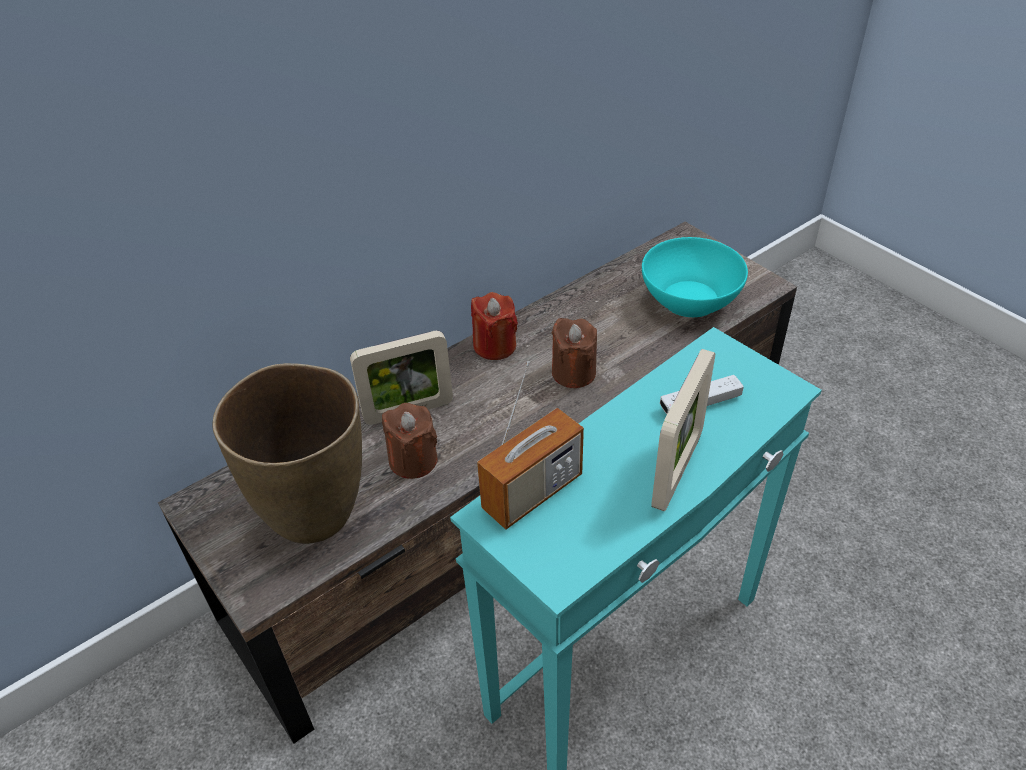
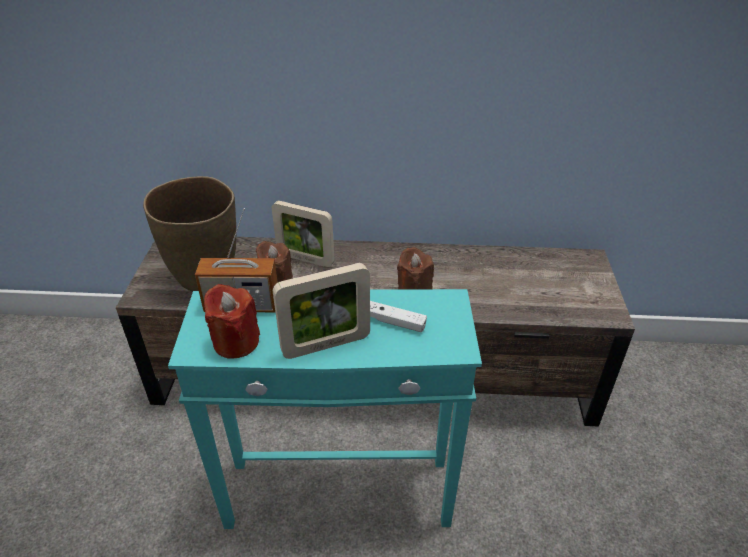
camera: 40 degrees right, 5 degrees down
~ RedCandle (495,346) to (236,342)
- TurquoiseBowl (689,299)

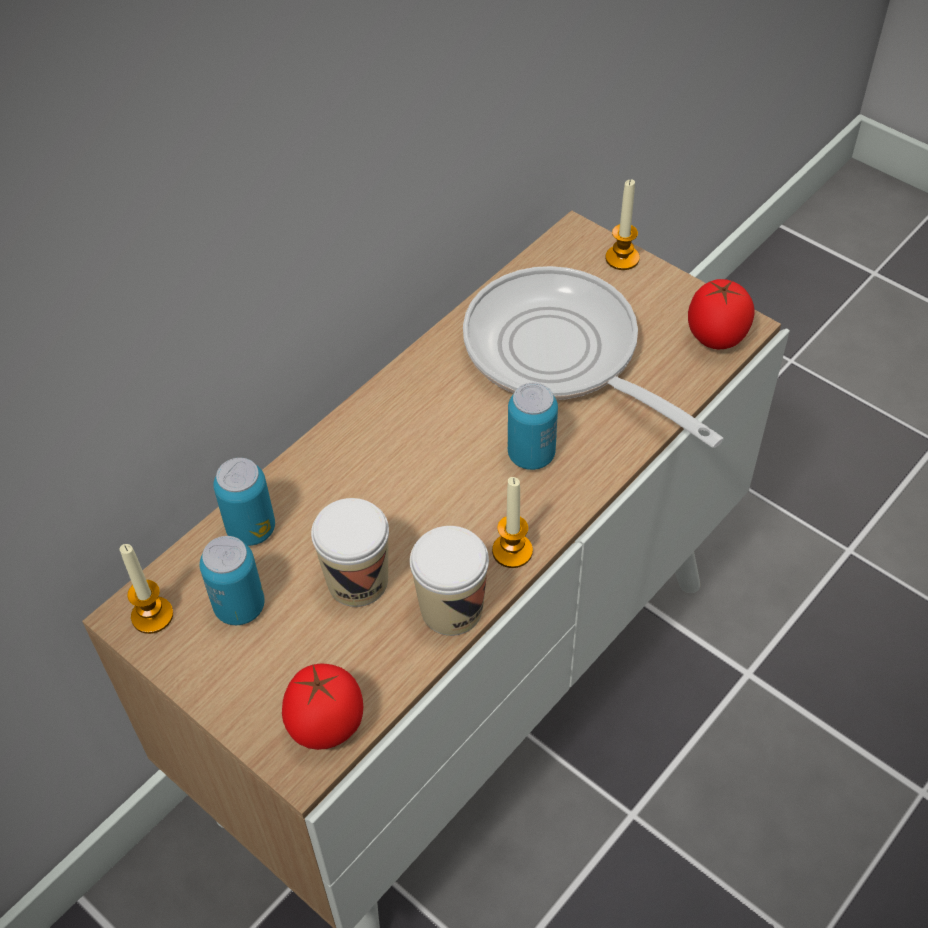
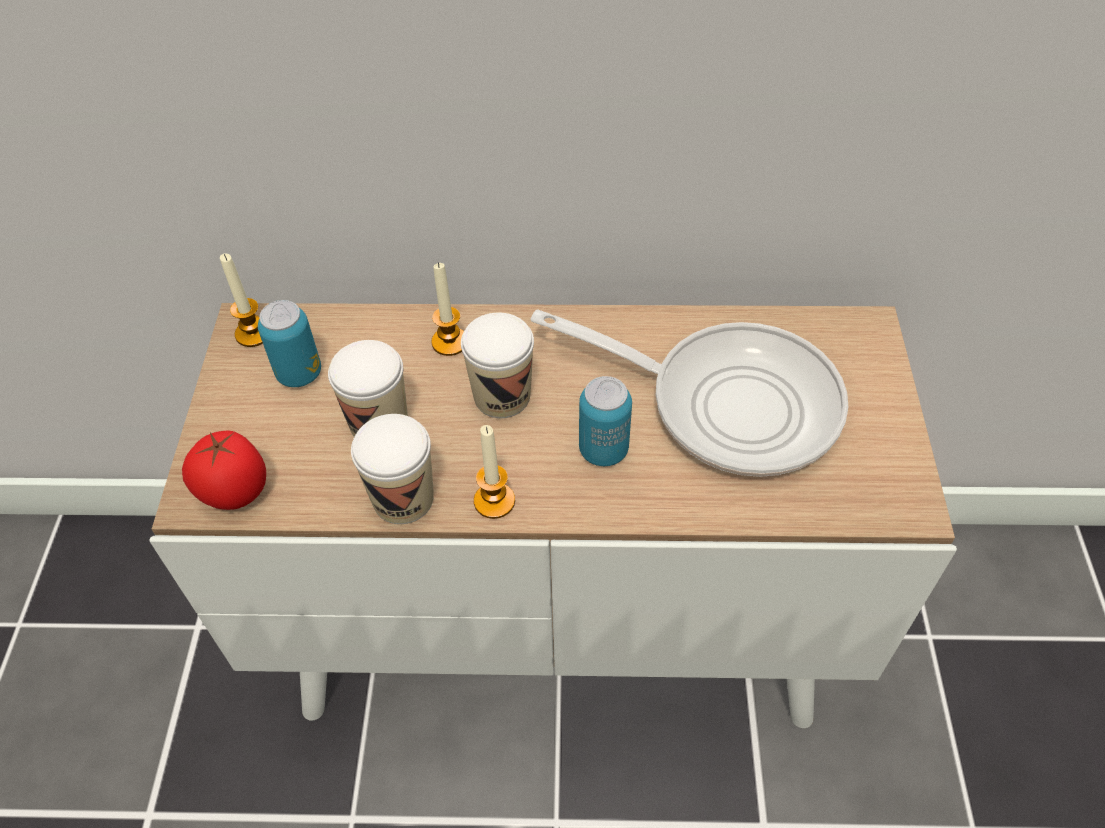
camera: 50 degrees right, 0 degrees up
~ Candle (622,258) to (450,342)
+ Cup (502,396)
~ FryingPan (561,356) = (728,402) 105 degrees clockwise
- Can (251,529)
- Tomato (716,339)

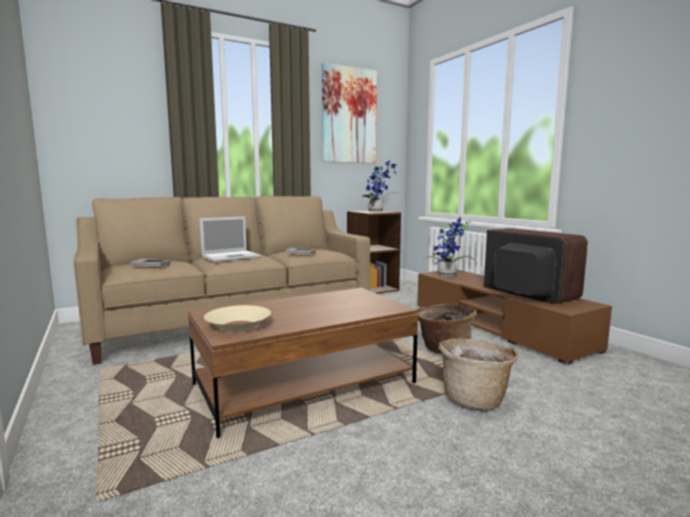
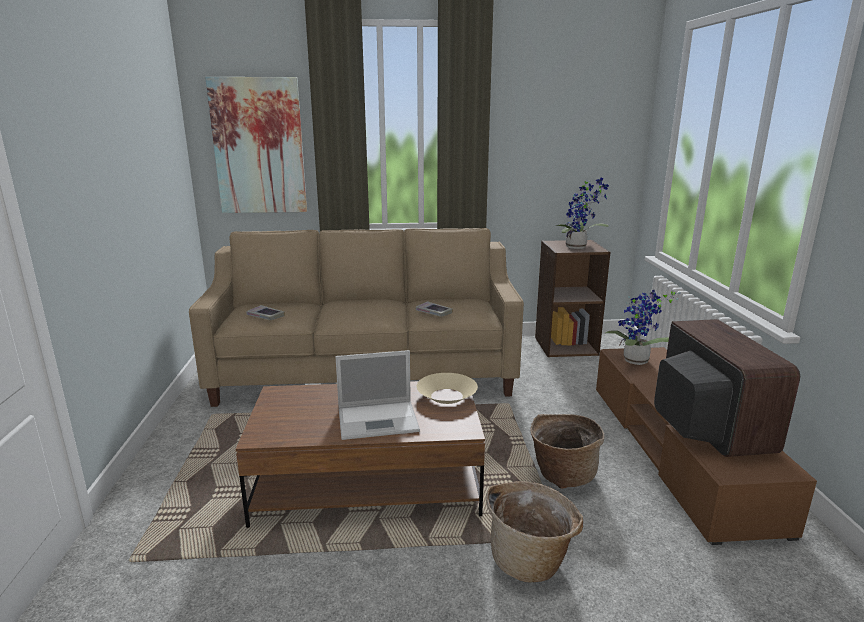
camera: 25 degrees right, 10 degrees up
~ Picture (349,115) to (259,147)
~ Laptop (232,256) to (379,419)
~ BeigeBowl (238,326) to (446,396)

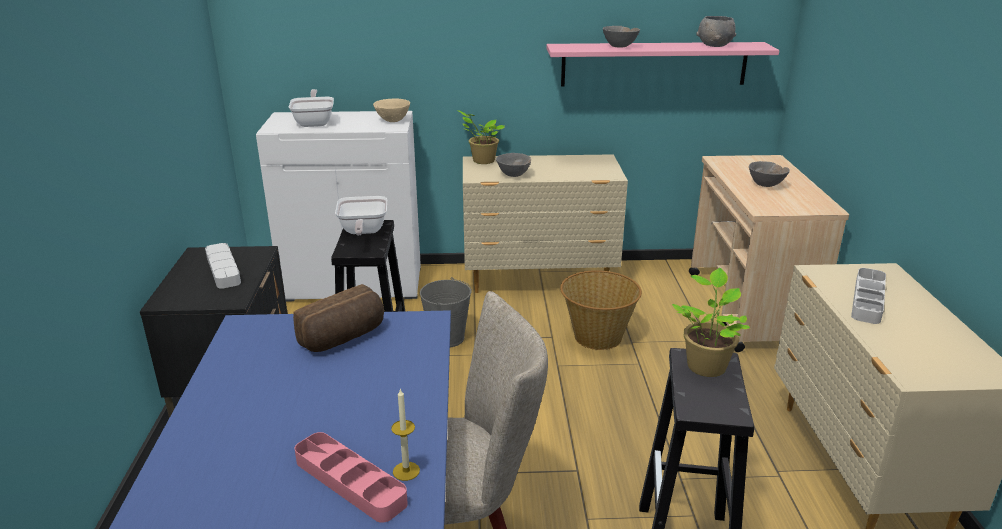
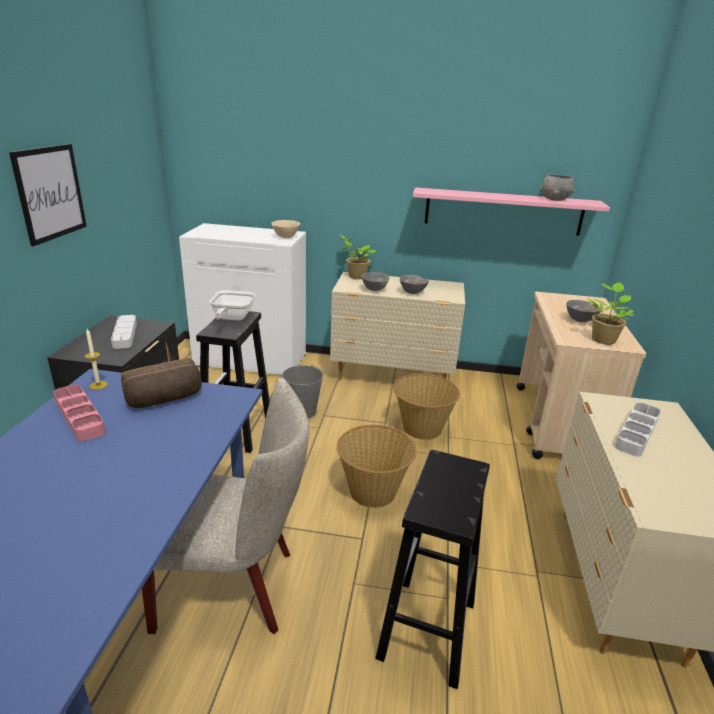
camera: 10 degrees right, 0 degrees up
+ Picture (50,193)
~ PinkTray (350,481) to (79,416)
~ Candle (406,471) to (98,385)
+ Basket (373,491)
~ GreyBowl (620,47) to (412,292)
~ PottedPlant (706,365) to (603,339)
- FryingPan (314,122)

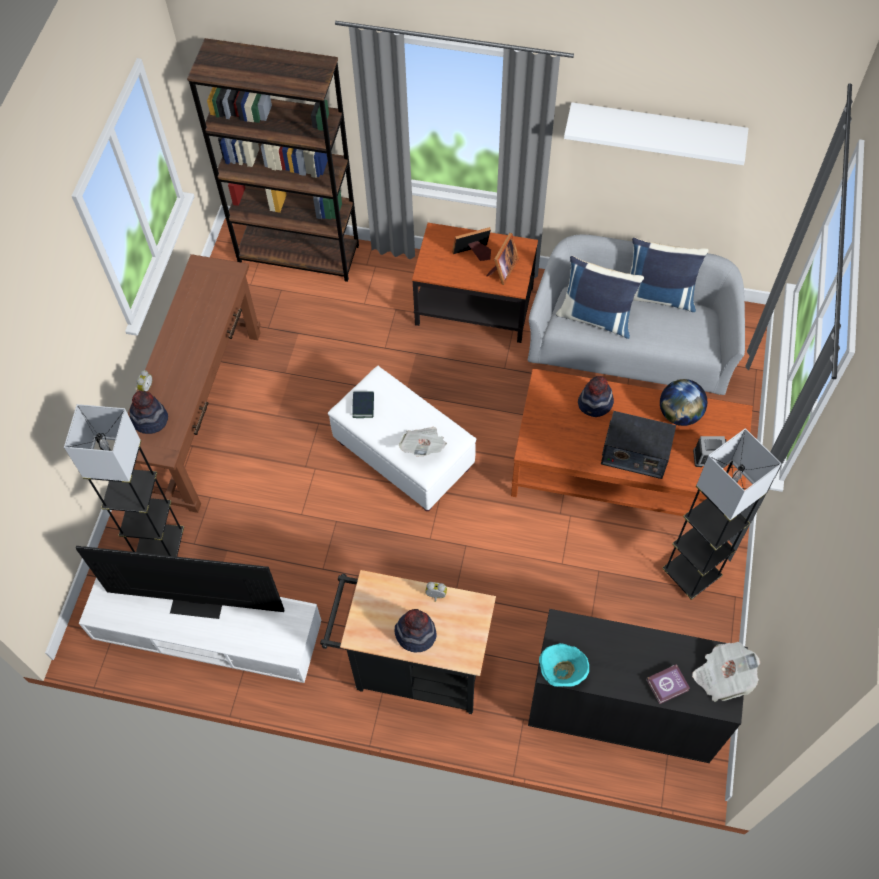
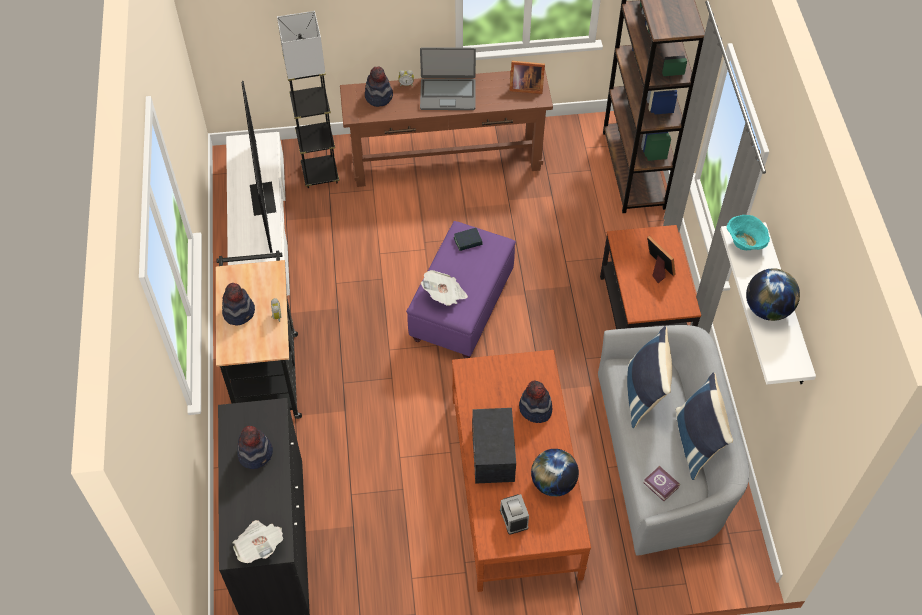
camera: 70 degrees right, 5 degrees down
+ Hat (256,453)
~ WhiteOttoman (404,456) to PurpleOttoman (461,308)
+ Laptop (448,94)
~ PictureFrame (502,270) to (525,86)
~ Book (668,685) to (661,486)
~ TurquoiseBowl (562,671) to (745,243)
+ Globe (767,309)
- GreyFloorLamp (691,574)

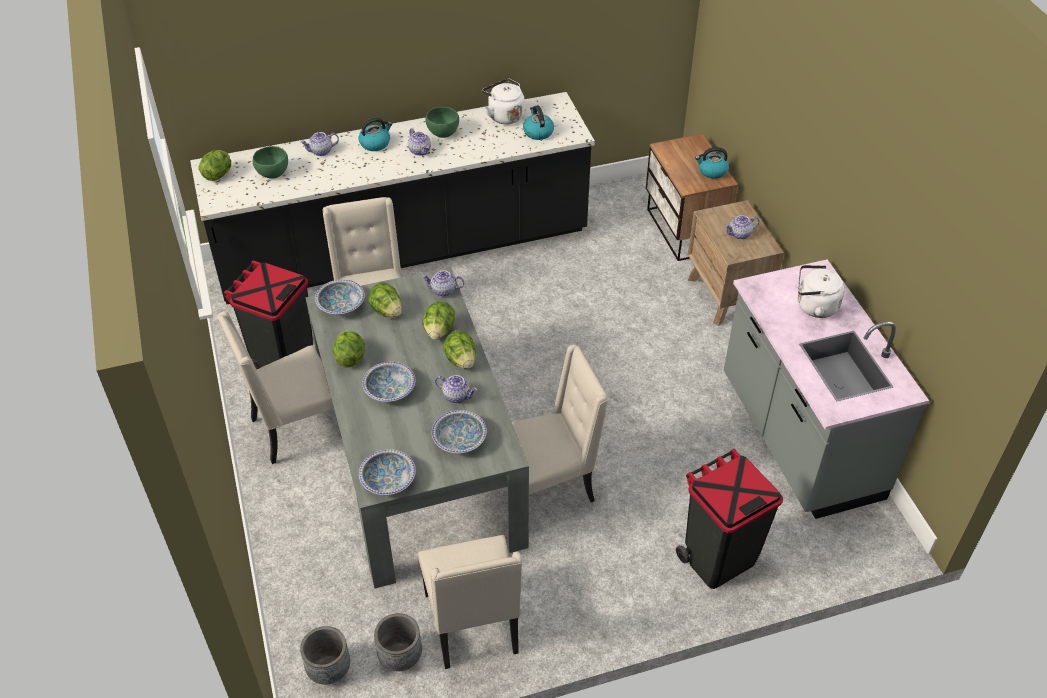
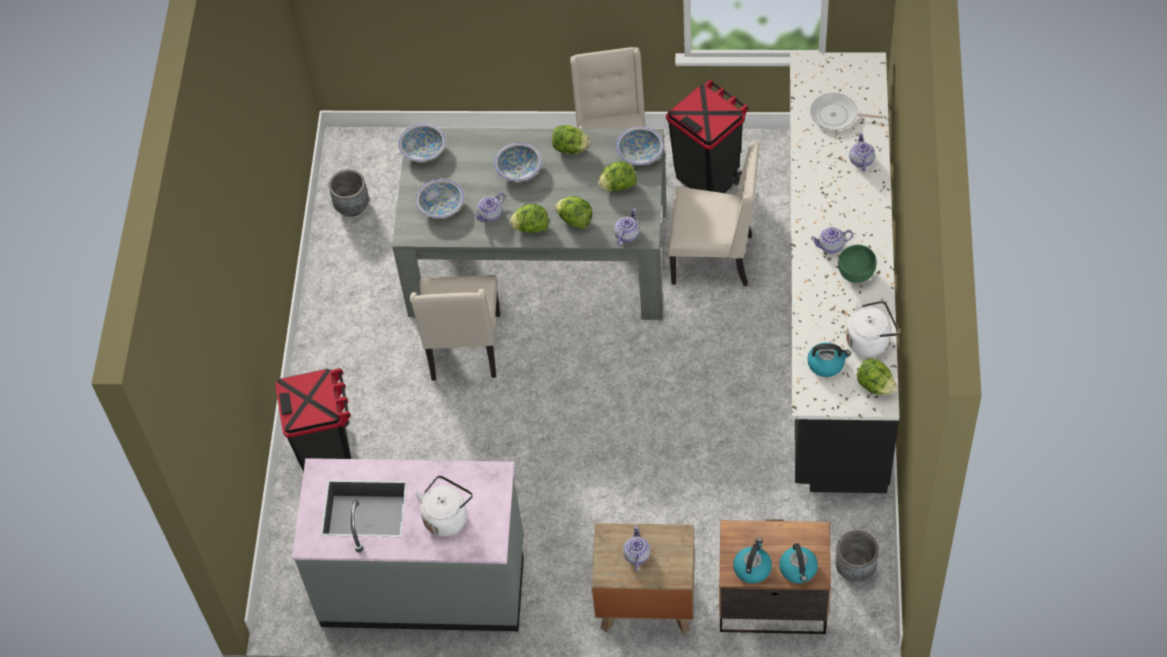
camera: 115 degrees right, 10 degrees up
~ Kettle (375,143) to (798,569)
~ GreenBowl (273,173) to FryingPan (837,115)
~ GreyPlanter (329,669) to (855,568)
~ Lettuce (218,174) to (875,385)
- BeigeChair (473,625)

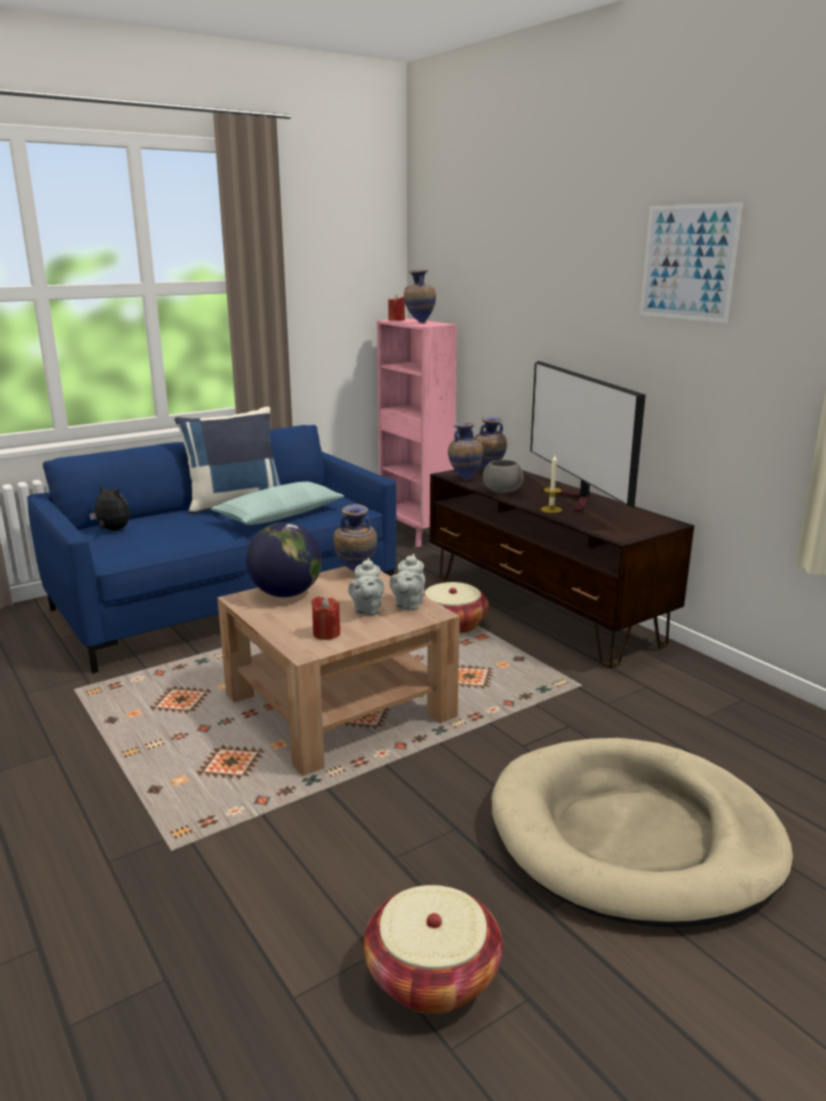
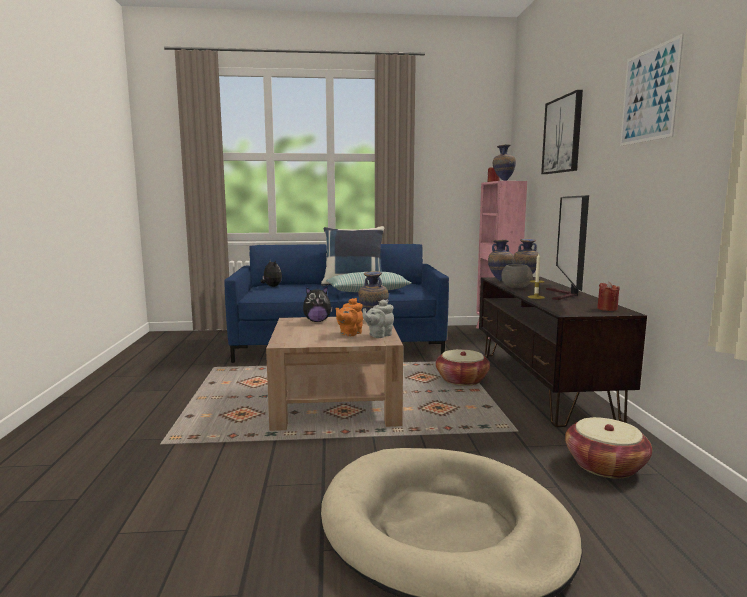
camera: 30 degrees right, 10 degrees down
~ Globe (286,593) to PlushToy (317,321)
~ GreyTeapot (367,610) to OrangeTeapot (349,334)
+ Picture (563,135)
~ Basket (432,975) to (605,465)
~ RedCandle (326,633) to (607,309)

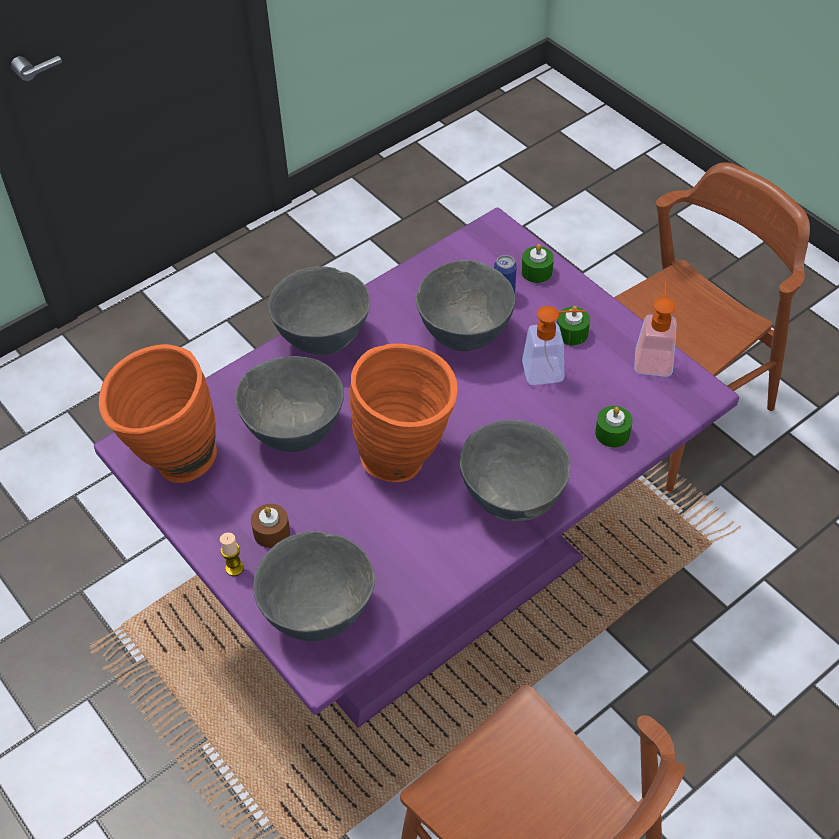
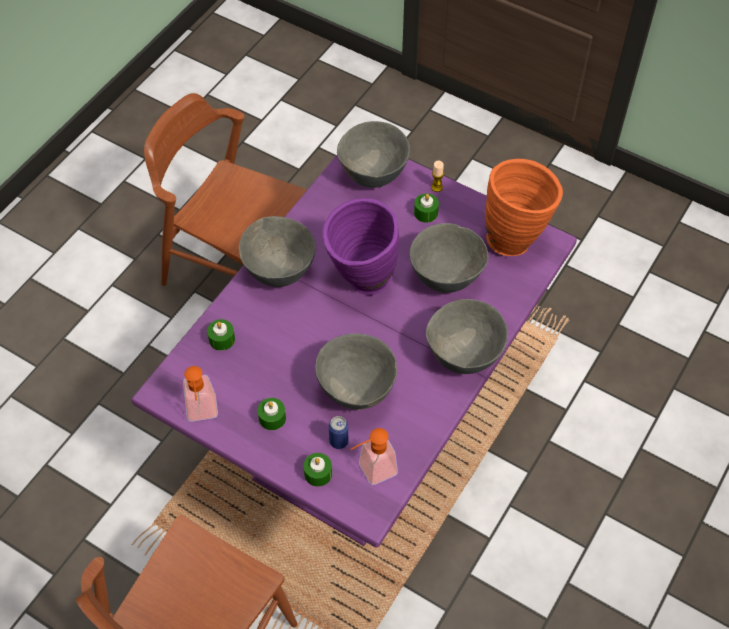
camera: 160 degrees right, 5 degrees up
~ OrangeVase (407,458) to PurpleVase (361,282)
~ SoapDispenser (551,370) to (371,471)
~ BrownCandle (271,532) to GreenCandle (426,213)

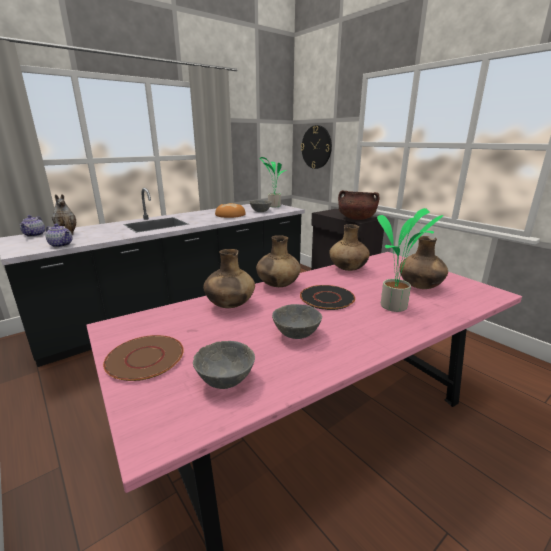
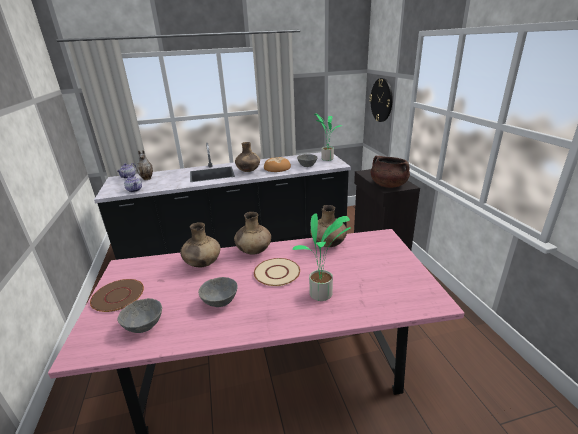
camera: 25 degrees right, 5 degrees up
~ BrownVase (420,287) to (248,171)
~ BlackPlate (327,298) to BeigePlate (277,272)

